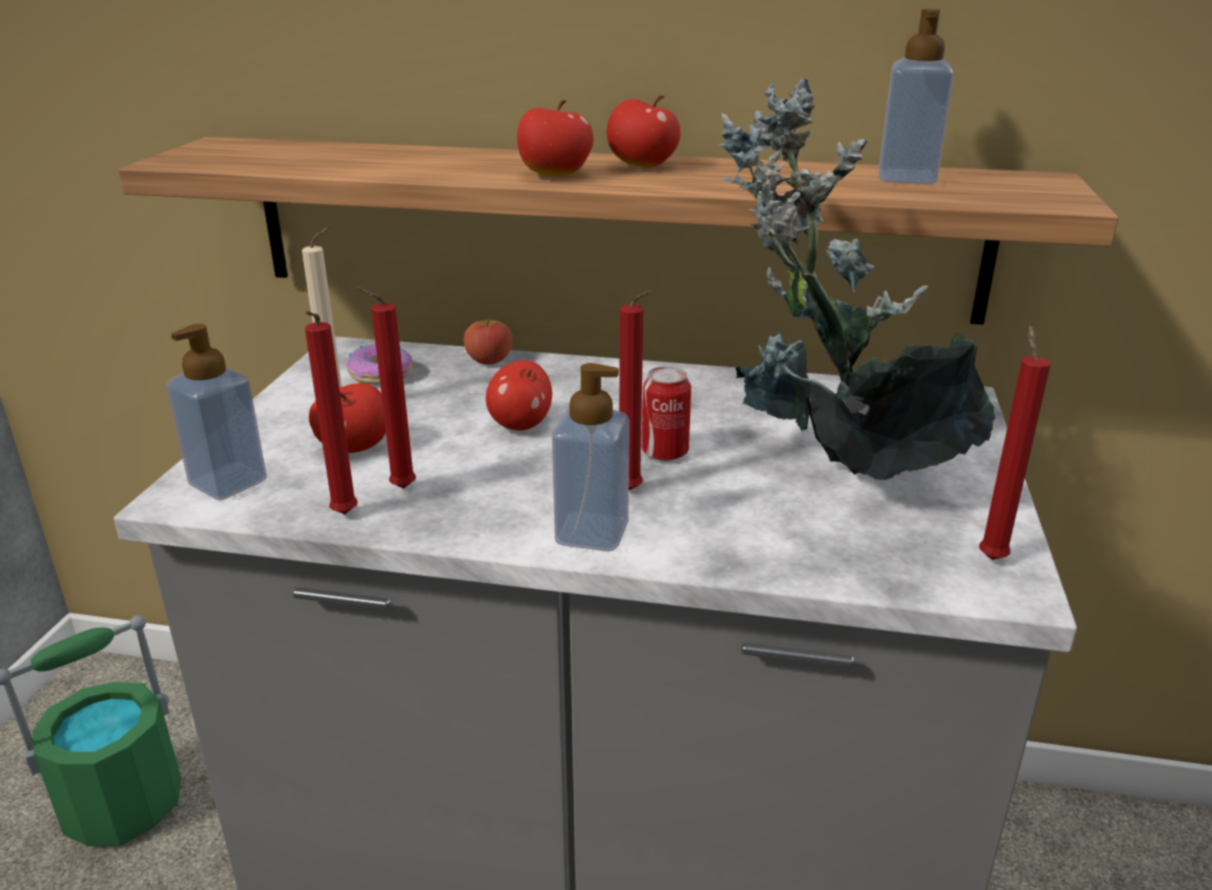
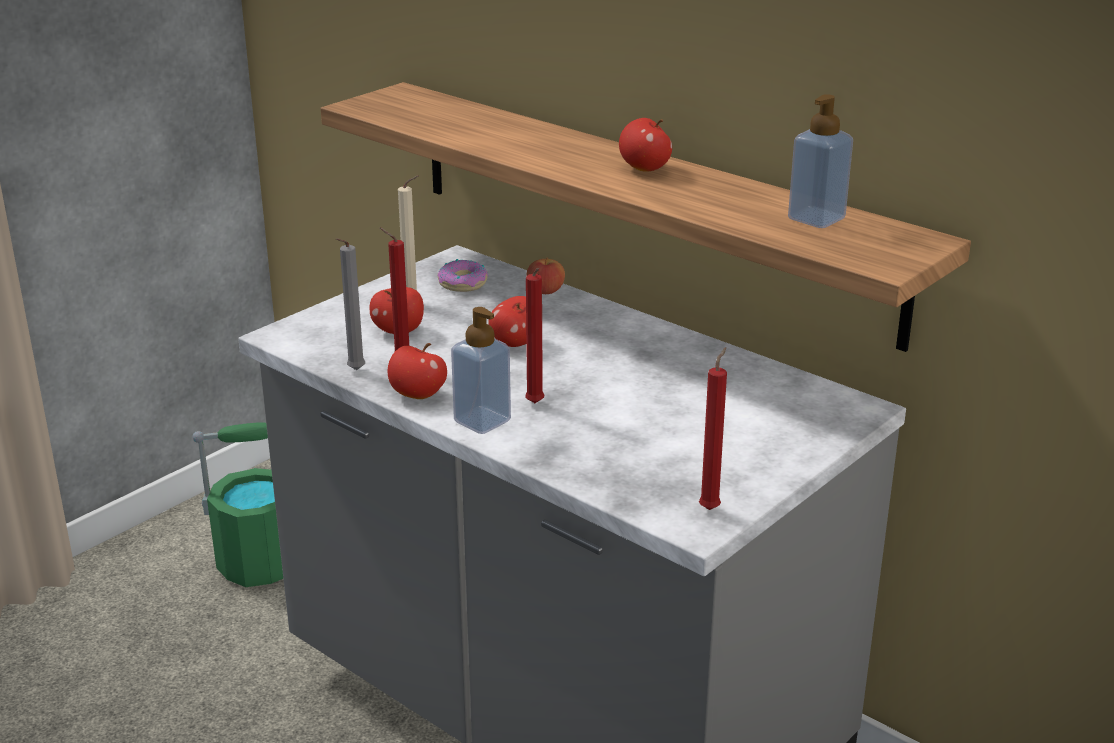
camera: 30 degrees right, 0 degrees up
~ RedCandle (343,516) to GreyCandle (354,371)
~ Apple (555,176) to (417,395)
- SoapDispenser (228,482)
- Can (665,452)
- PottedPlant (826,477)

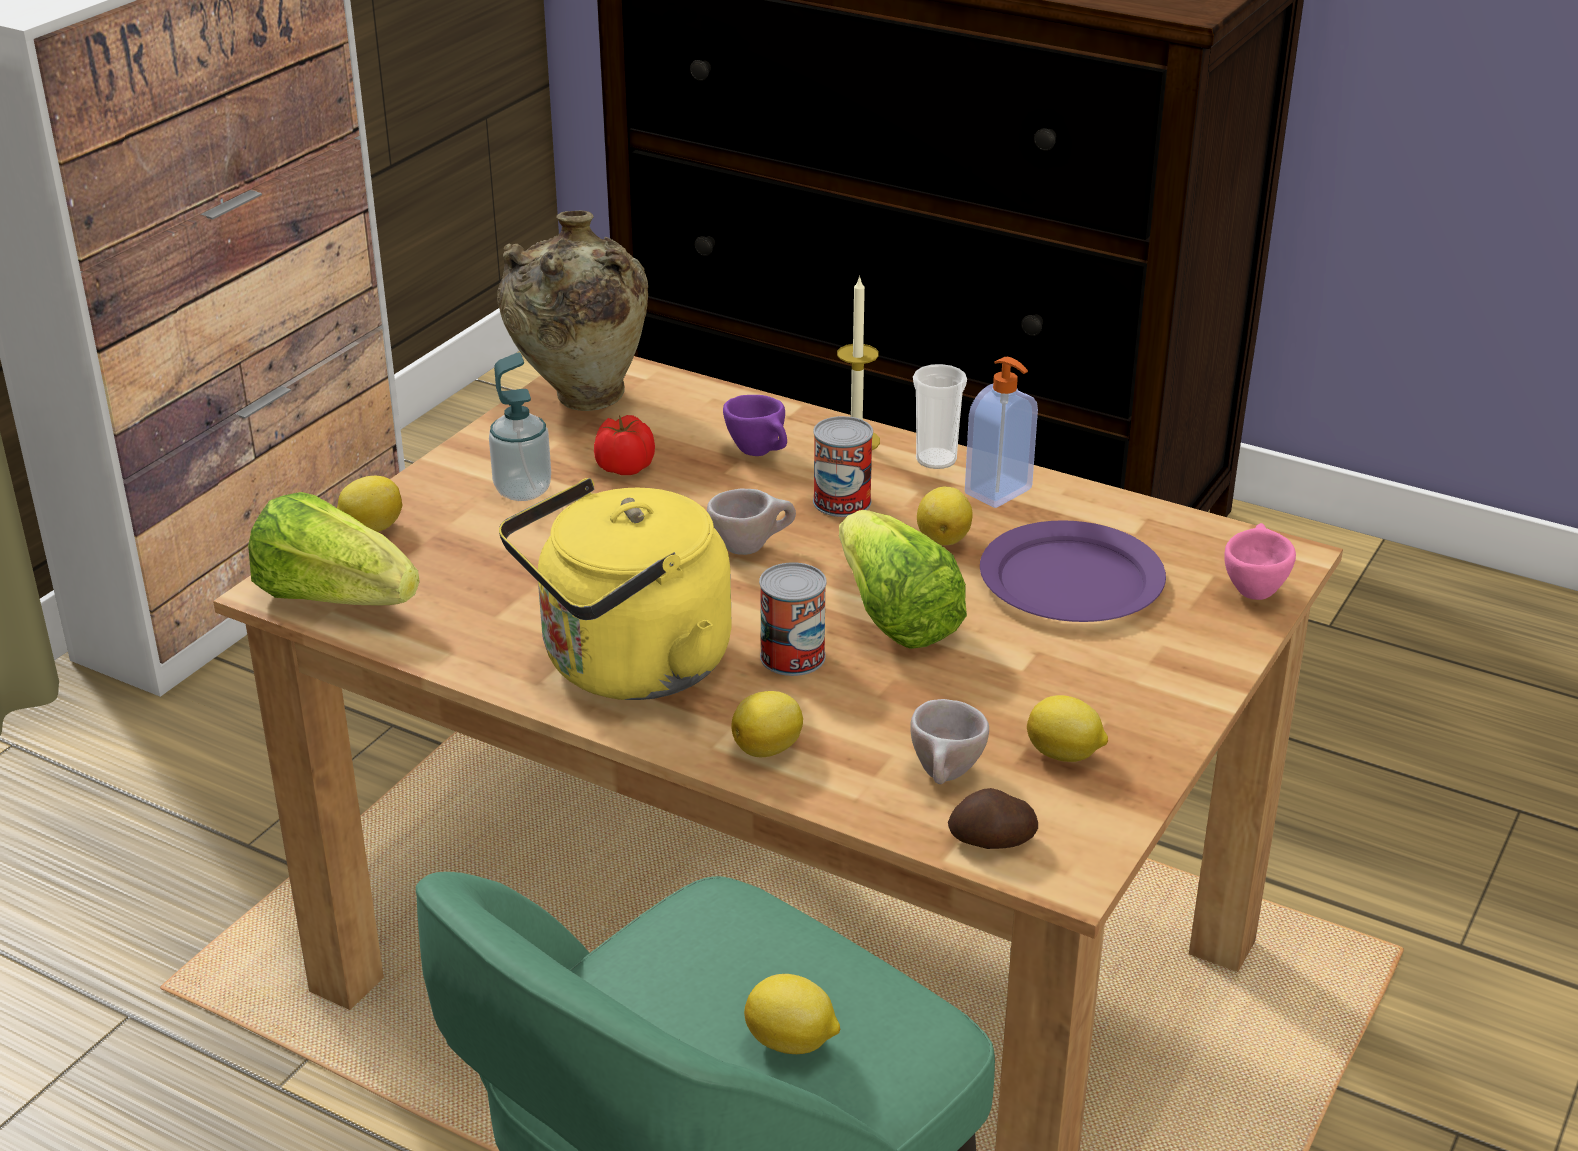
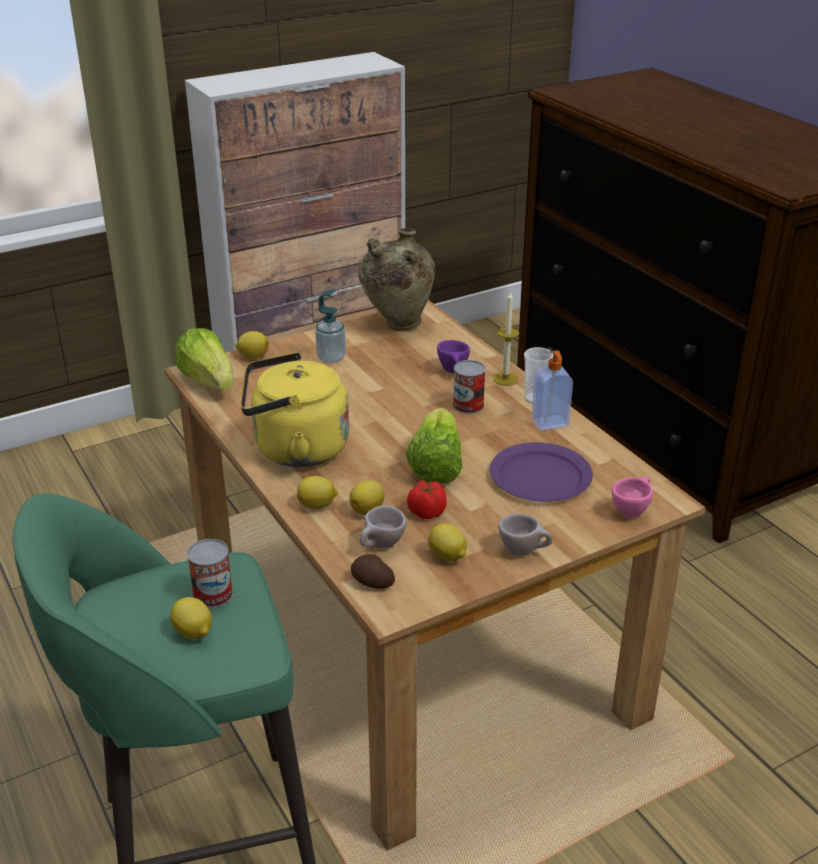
camera: 30 degrees right, 0 degrees up
~ Can (792,656) to (213,594)
~ Lemon (944,538) to (368,510)
~ Tomato (623,467) to (426,512)
~ BeigeCup (751,547) to (524,551)

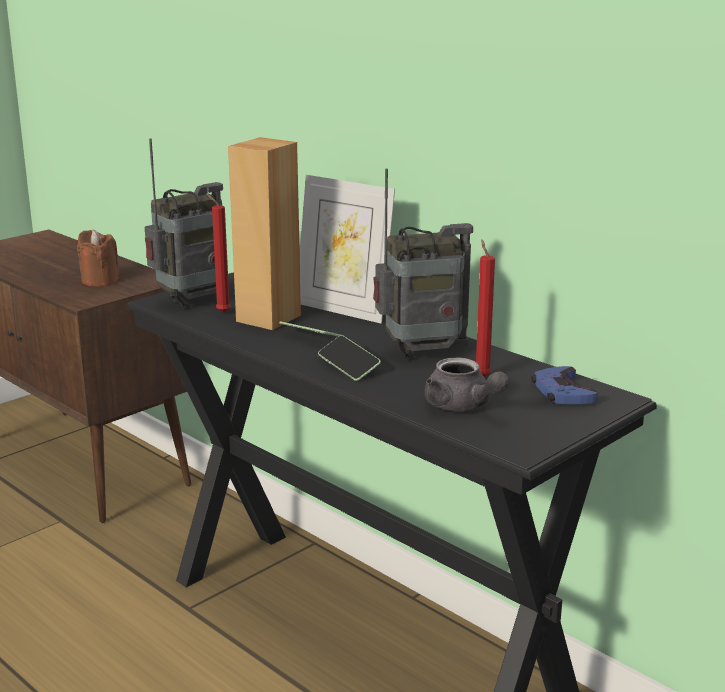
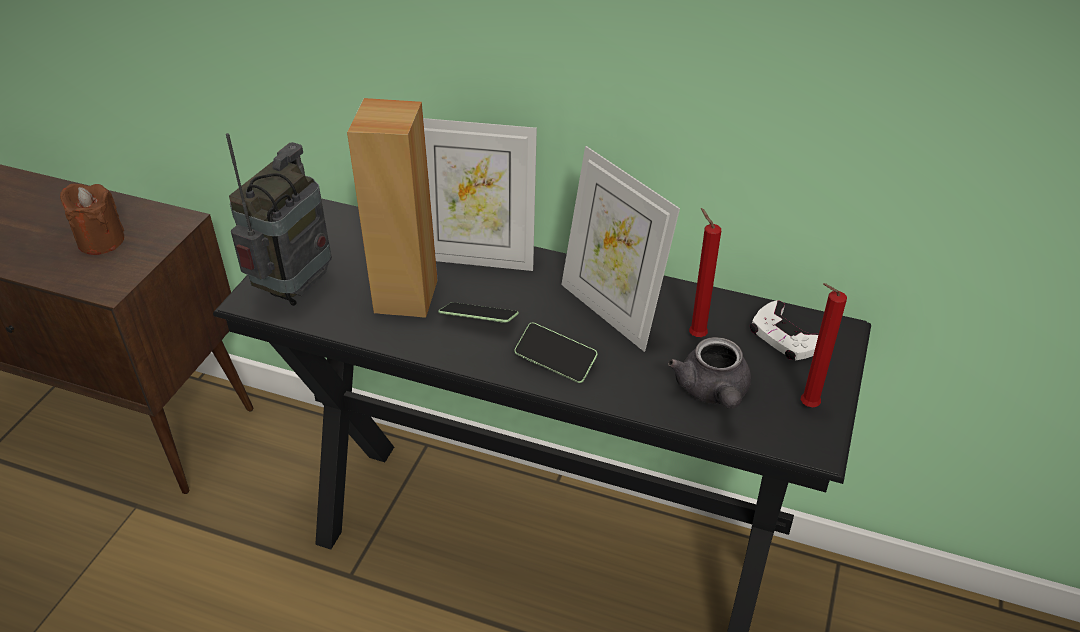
camera: 25 degrees left, 20 degrees up
~ Radio (423,353) to PictureFrame (611,311)
~ GreyTeapot (462,406) = (713,392) 60 degrees clockwise
~ BlueGameController (562,392) to WhiteGameController (786,337)
~ RedCandle (221,312) to (805,406)

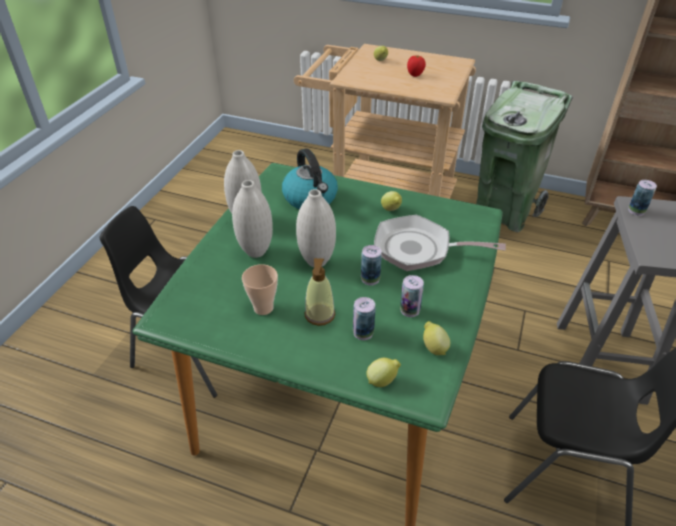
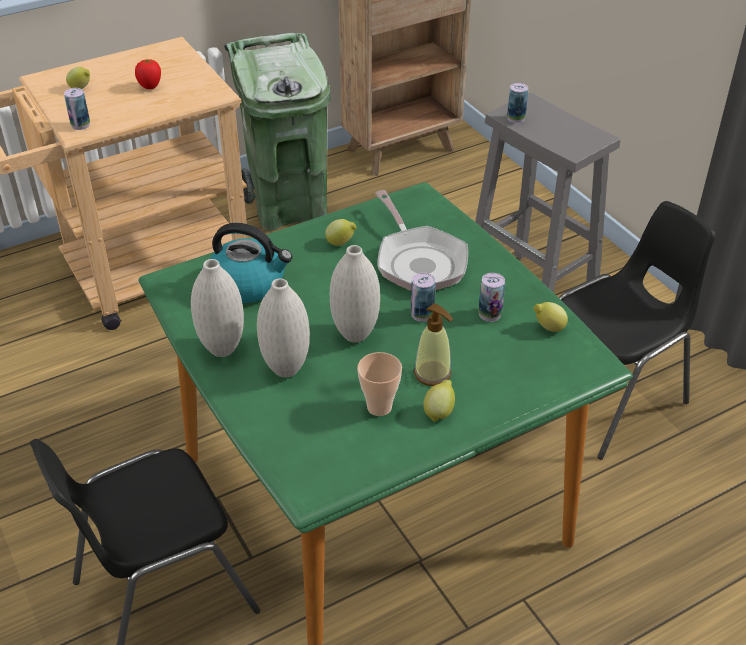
camera: 50 degrees left, 0 degrees up
~ Can (363,332) to (80,125)
~ FryingPan (418,249) = (418,261) 75 degrees counterclockwise
~ Lemon (382,381) to (439,412)

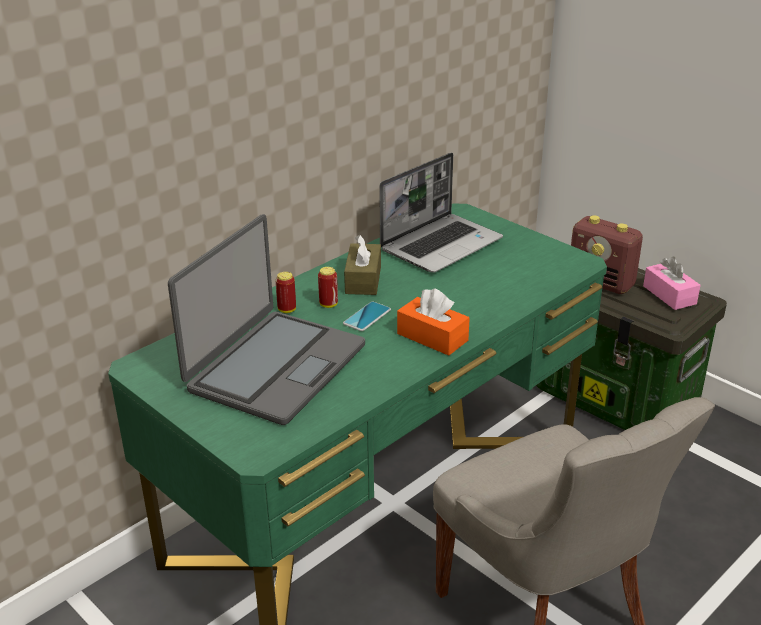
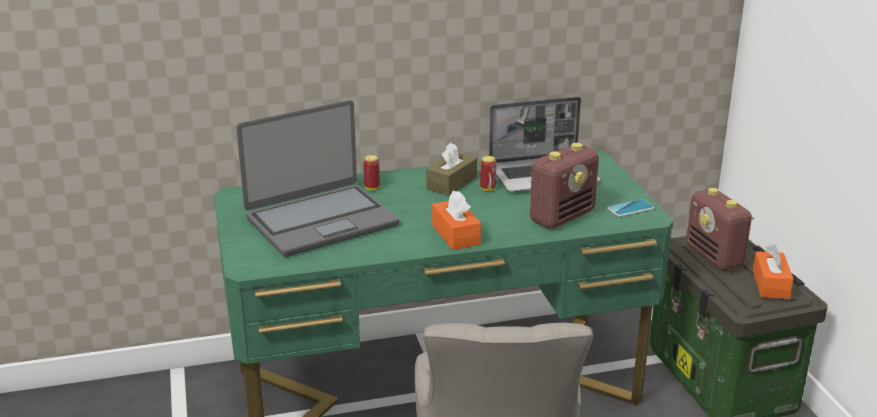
camera: 30 degrees right, 5 degrees down
~ Can (328,304) to (487,189)
+ Radio (562,216)
~ Phone (367,317) to (630,208)
~ PinkTissueBox (669,295) to OrangeTissueBox (770,284)

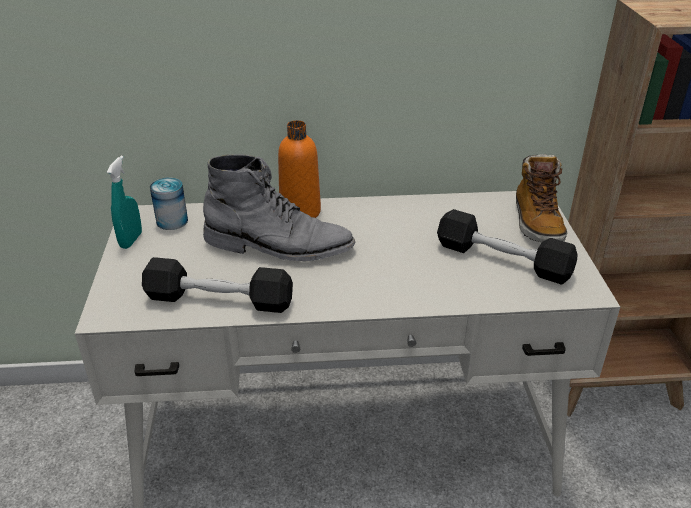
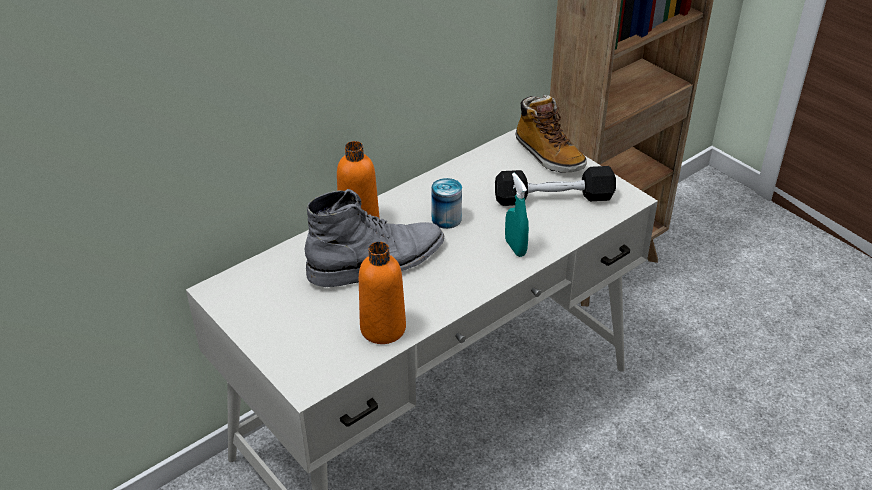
camera: 35 degrees left, 5 degrees up
~ BlackDumbbell (219,300) to OrangeBottle (383,328)
~ Can (172,221) to (446,219)
~ TurquoiseSprayBottle (131,240) to (515,248)

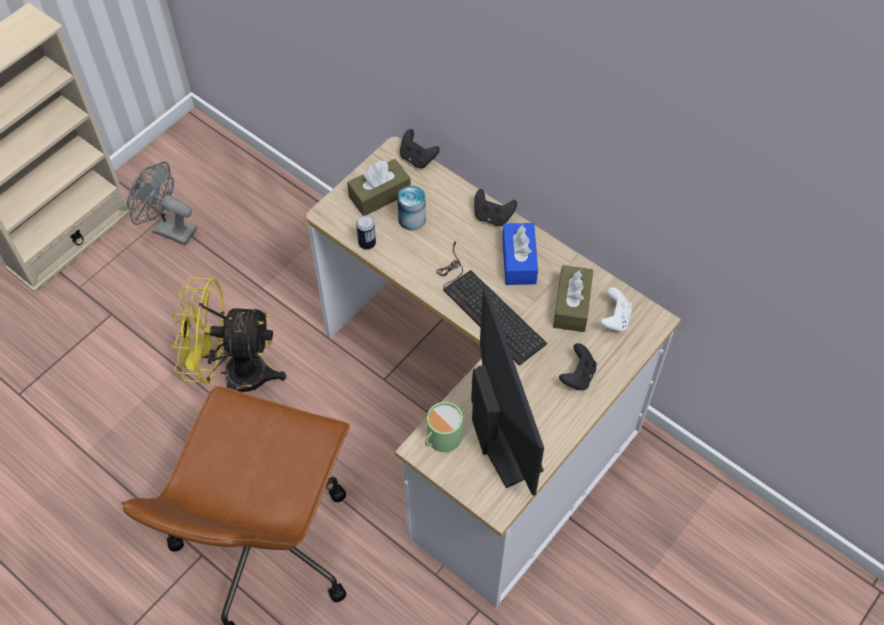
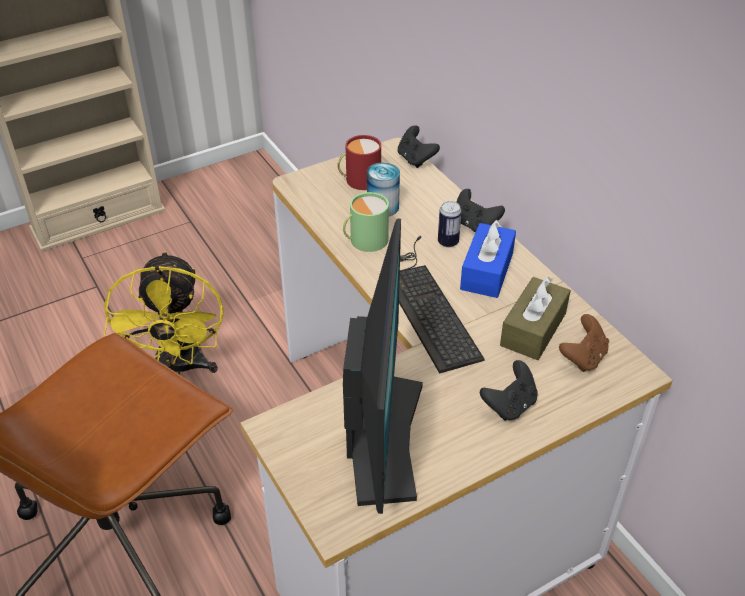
camera: 20 degrees right, 15 degrees down
~ YellowFan (234,374) = (179,368) 120 degrees counterclockwise
~ BrownTissueBox (379,195) to RedMug (359,180)
~ GreenMug (441,438) to (365,240)
~ Can (367,243) to (448,242)
~ WhiteGameController (615,319) to BrownGameController (583,357)
- GreyFan (168,229)

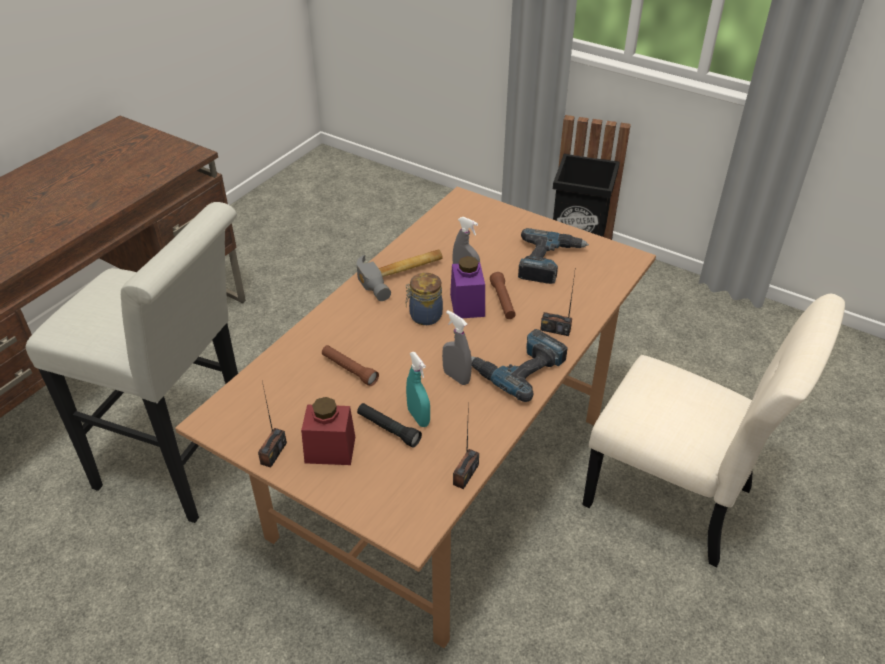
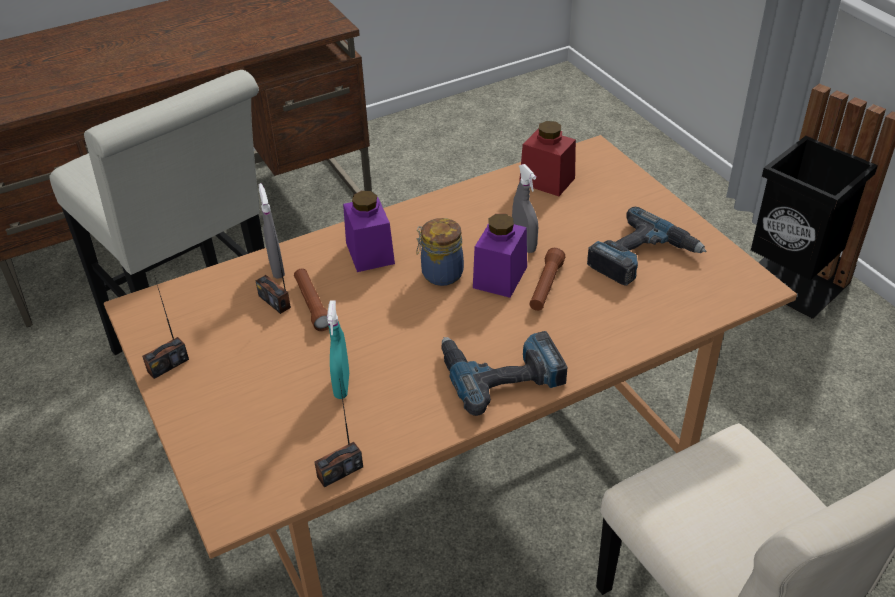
camera: 30 degrees right, 0 degrees up
~ Radio (555,330) to (274,301)
~ GreySprayBottle (456,377) to (276,268)
+ PurpleJar (370,253)
~ RedJar (330,450) to (547,181)
- Hammer (403,275)
- BlackFlashlight (388,429)

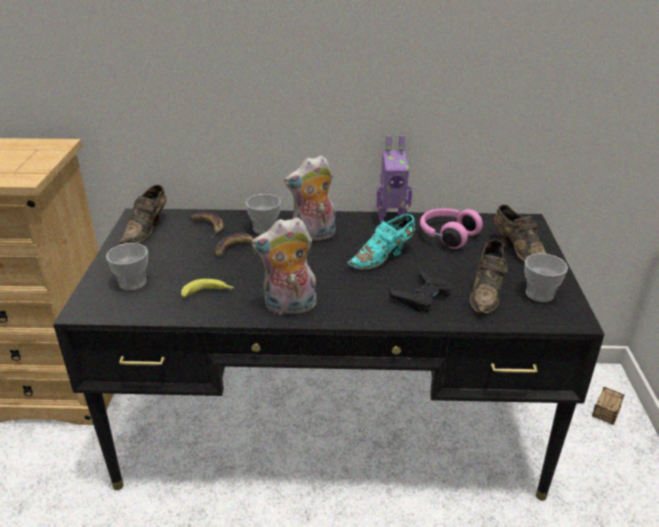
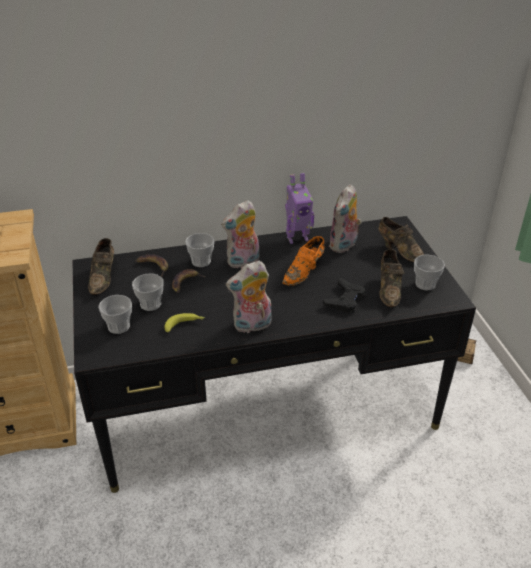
camera: 15 degrees left, 5 degrees up
+ Cup (150,304)
~ TurquoiseShoe (383,258) to OrangeShoe (304,272)
~ PinkHeadphones (447,235) to PlushToy (344,246)

